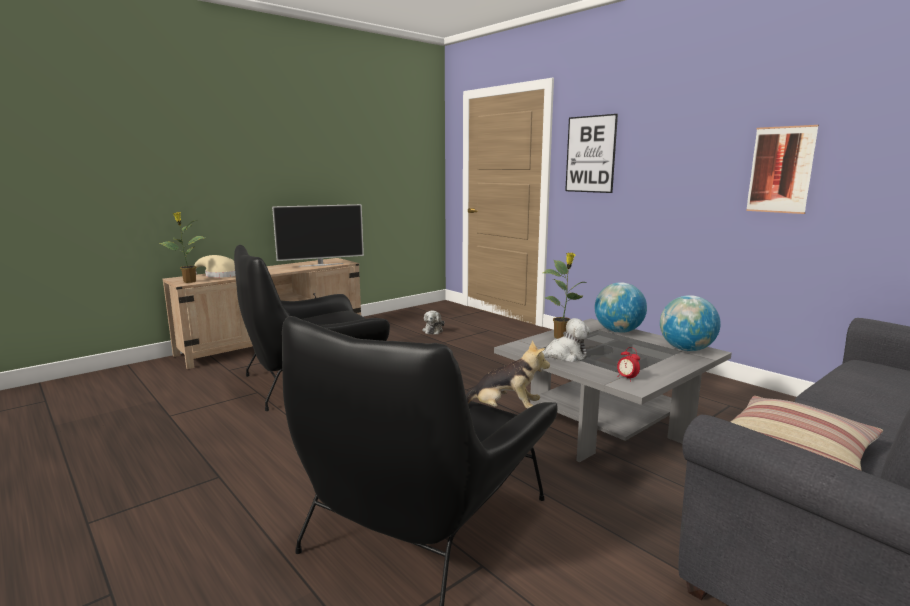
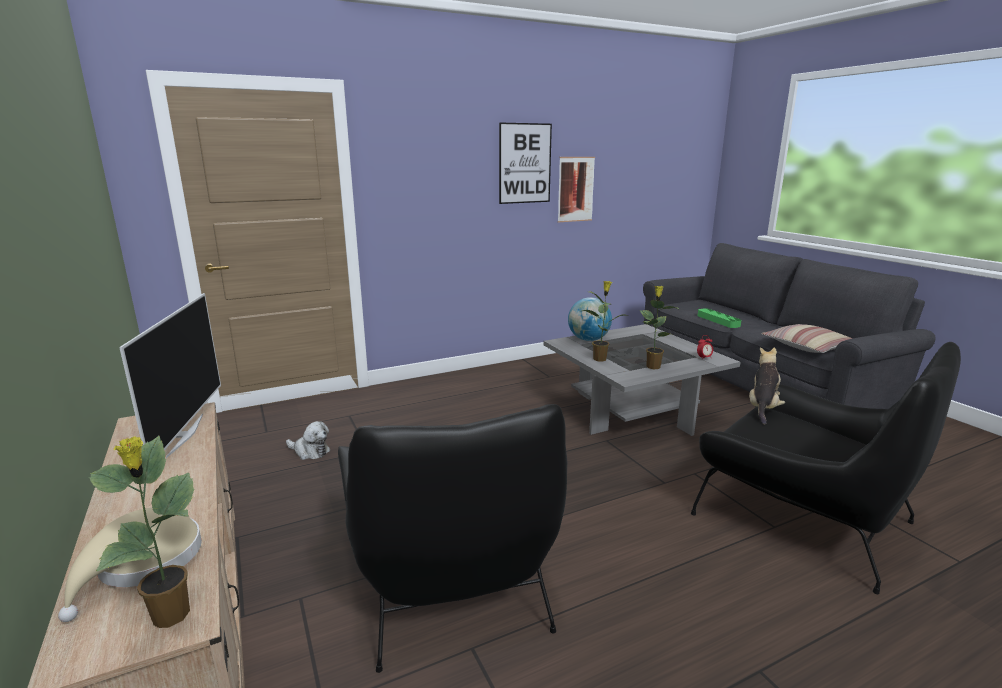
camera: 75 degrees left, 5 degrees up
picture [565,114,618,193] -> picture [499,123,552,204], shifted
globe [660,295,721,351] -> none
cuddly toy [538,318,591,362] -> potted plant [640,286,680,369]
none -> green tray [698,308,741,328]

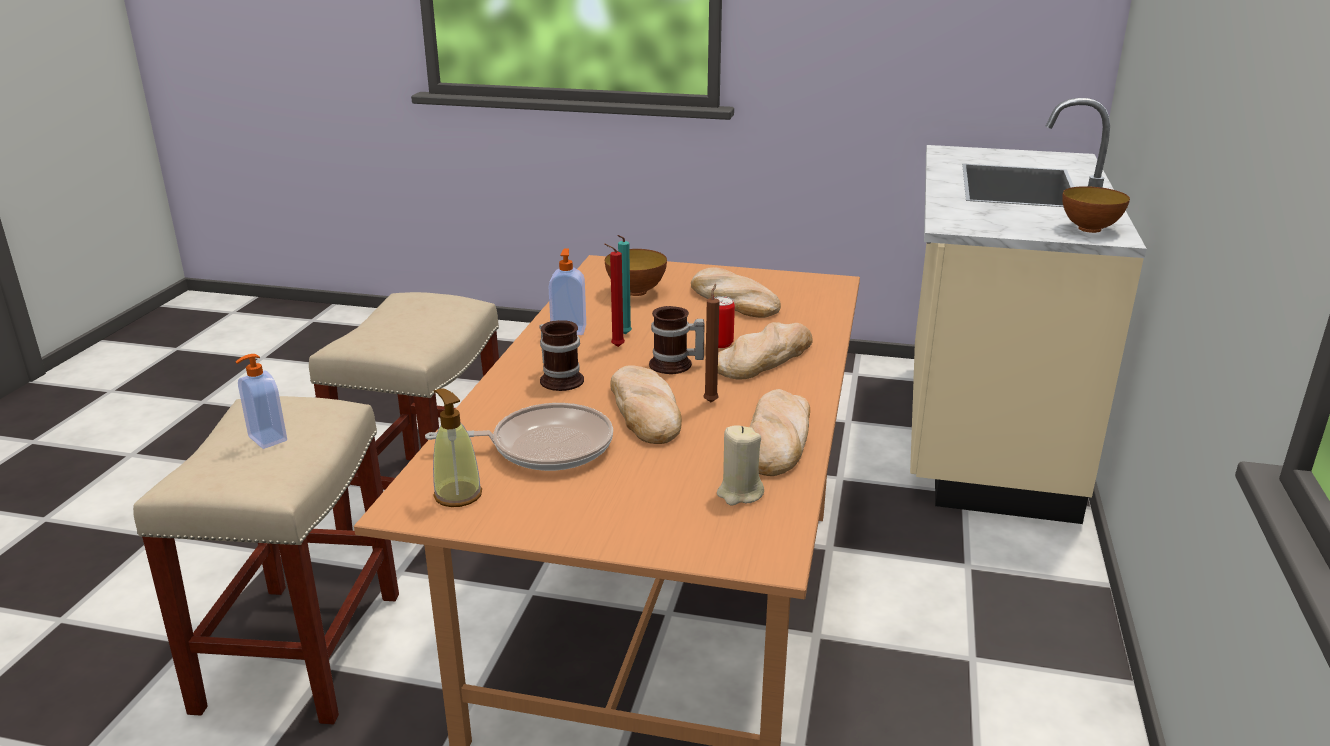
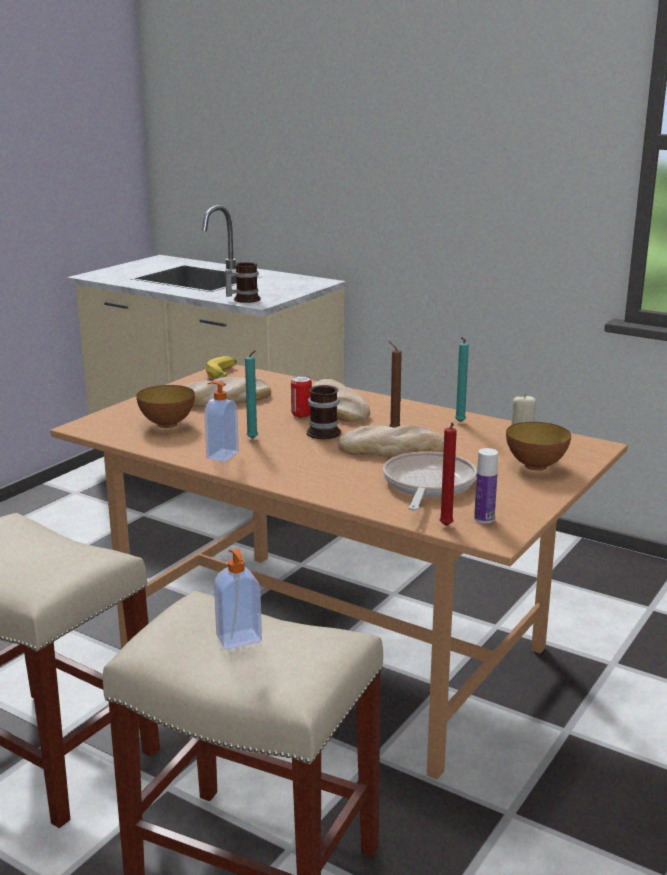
camera: 70 degrees left, 5 degrees down
deep dish [1062,186,1130,233] -> deep dish [506,422,571,471], shifted
red candle [604,243,625,347] -> red candle [439,422,457,526], shifted
tea mug [540,320,584,391] -> tea mug [225,262,261,303], shifted
soap dispenser [433,388,482,507] -> bottle [474,448,498,523]
baked bread [750,389,810,476] -> turquoise candle [455,337,469,422]
none -> whole banana [206,356,237,378]

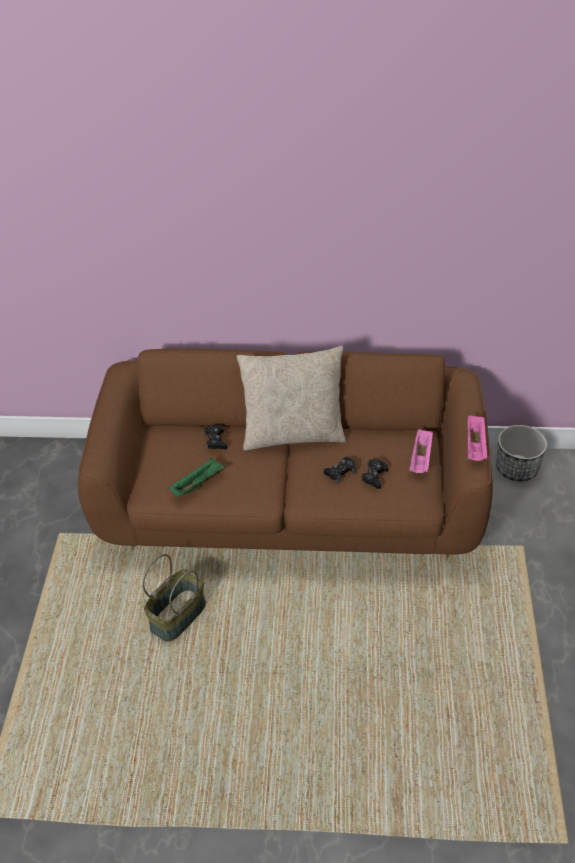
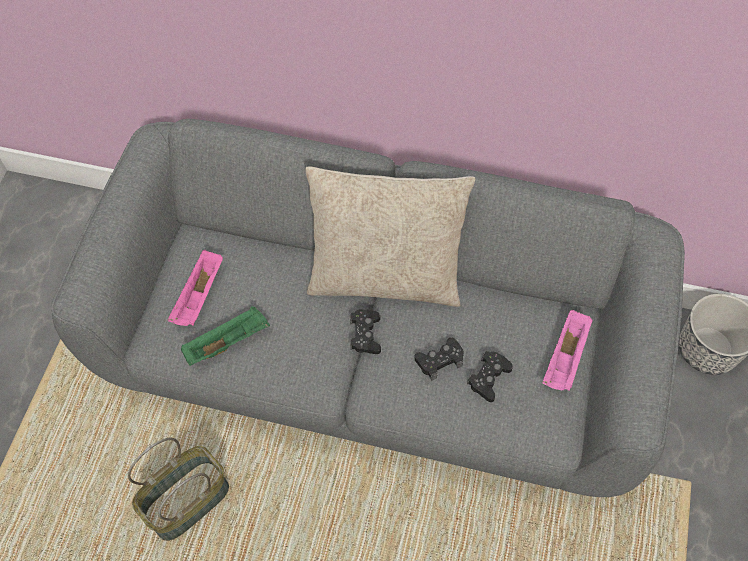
camera: 10 degrees right, 15 degrees up
brownish couch [78,349,493,560] -> greyish couch [51,119,685,497]
pinkish tray [468,415,487,461] -> pinkish tray [168,250,223,326], shifted
blackish joypad [204,425,227,450] -> blackish joypad [350,309,381,354], shifted

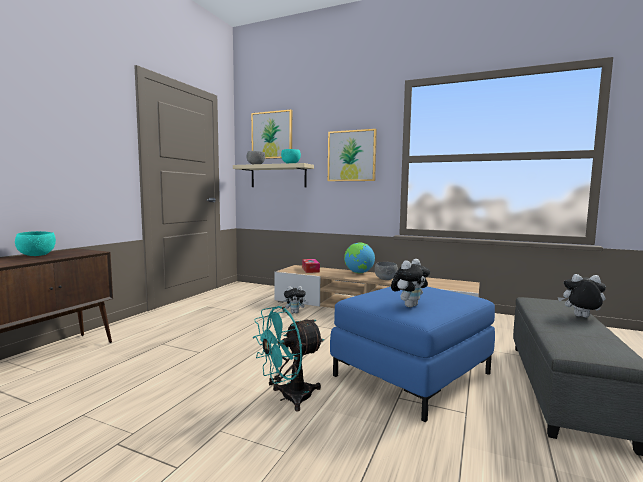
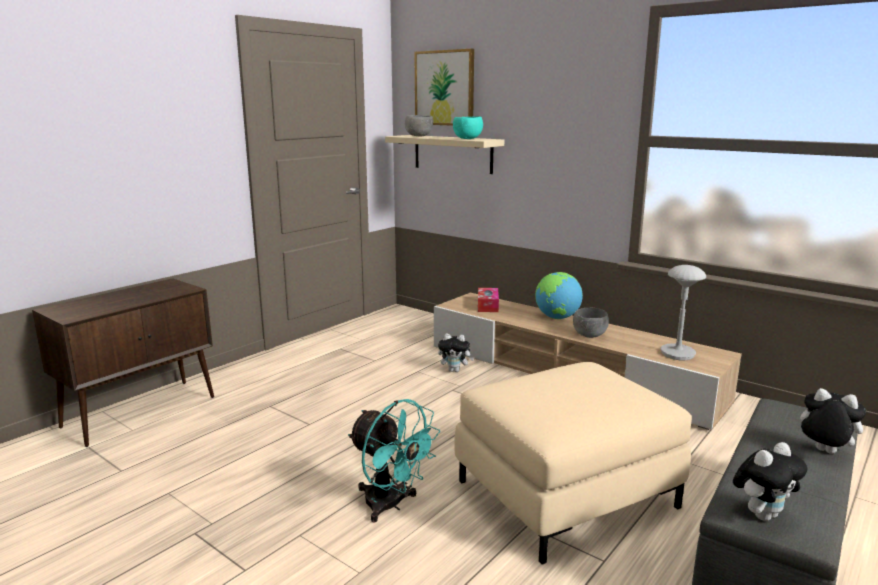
camera: 15 degrees right, 10 degrees up
picture [328,129,377,181] -> none
turquoise deep dish [15,231,56,256] -> none
cuddly toy [391,259,430,307] -> cuddly toy [733,442,807,521], shifted
blue-coloured footrest [330,287,495,422] -> beige footrest [454,362,692,565]
turquoise electric fan [253,306,324,412] -> turquoise electric fan [348,399,440,523], 120 degrees counterclockwise
none -> greyish tabletop lamp [661,265,706,360]

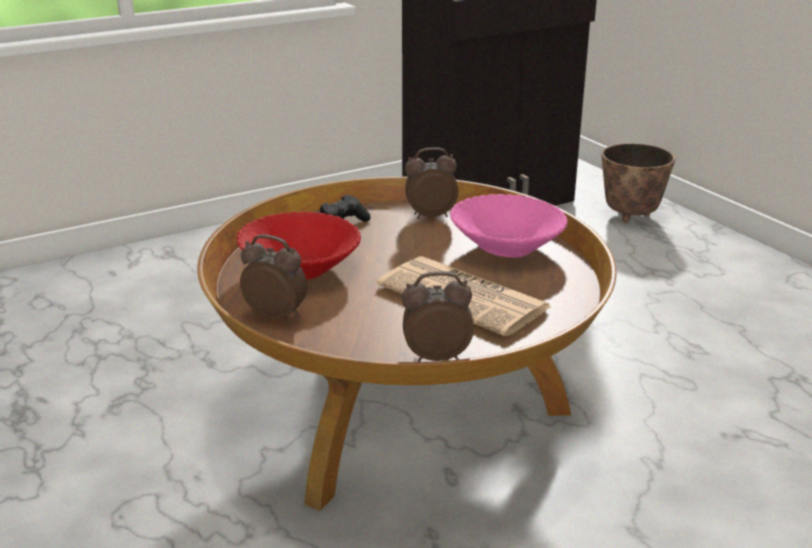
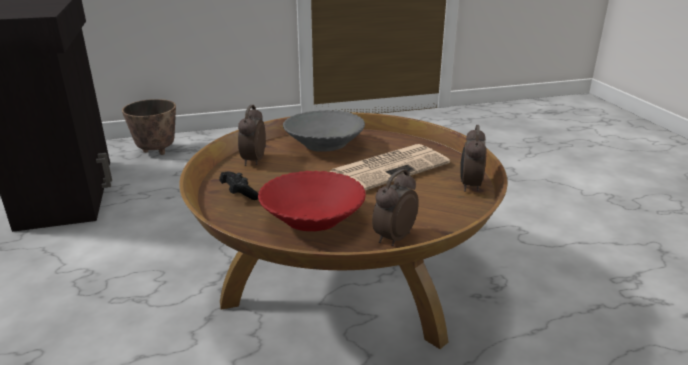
camera: 75 degrees left, 0 degrees up
pinkish deep dish [450,194,568,258] -> greyish deep dish [283,110,365,152]

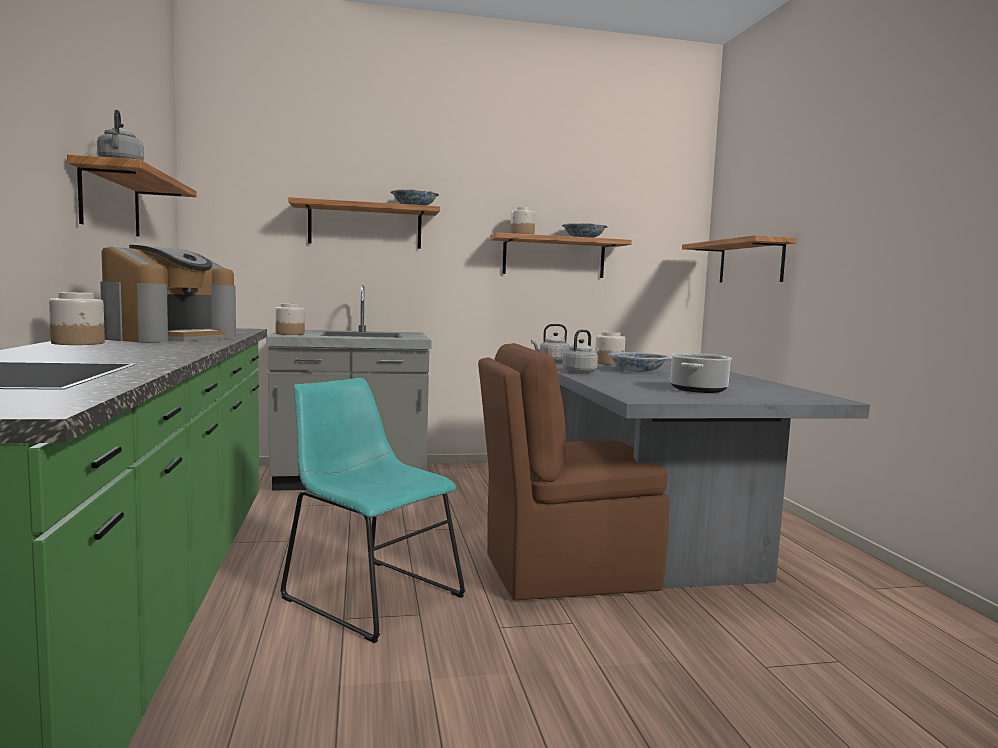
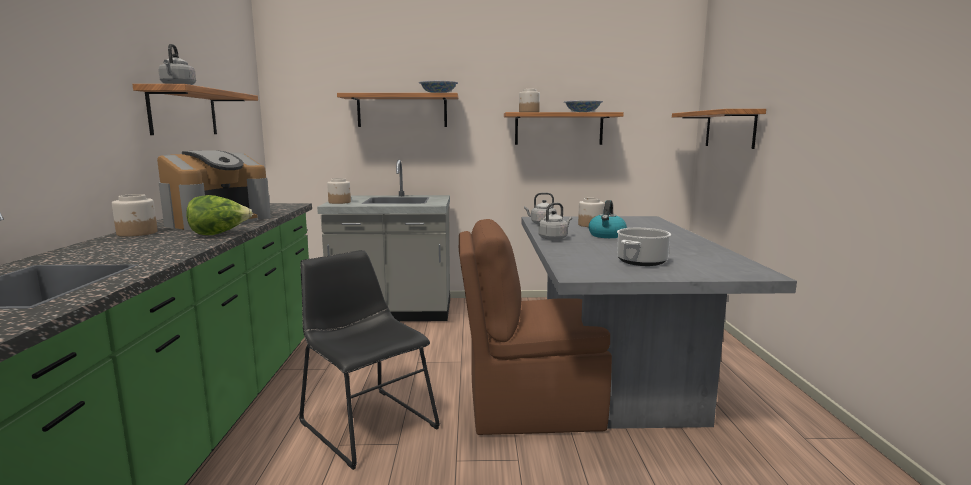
camera: 10 degrees right, 5 degrees up
deep dish [608,352,670,372] -> kettle [589,200,627,238]
turquoise plain chair [280,378,466,643] -> blackish plain chair [299,250,440,470]
none -> head of lettuce [186,195,253,235]

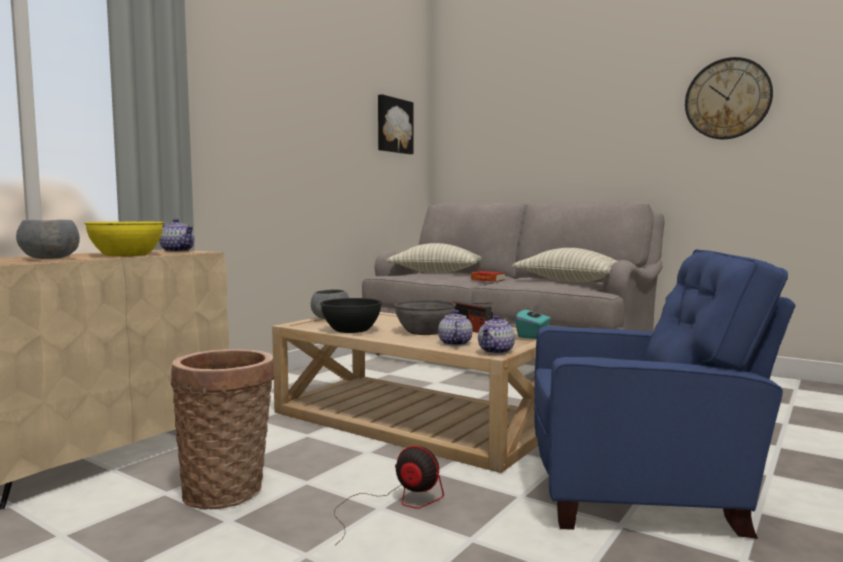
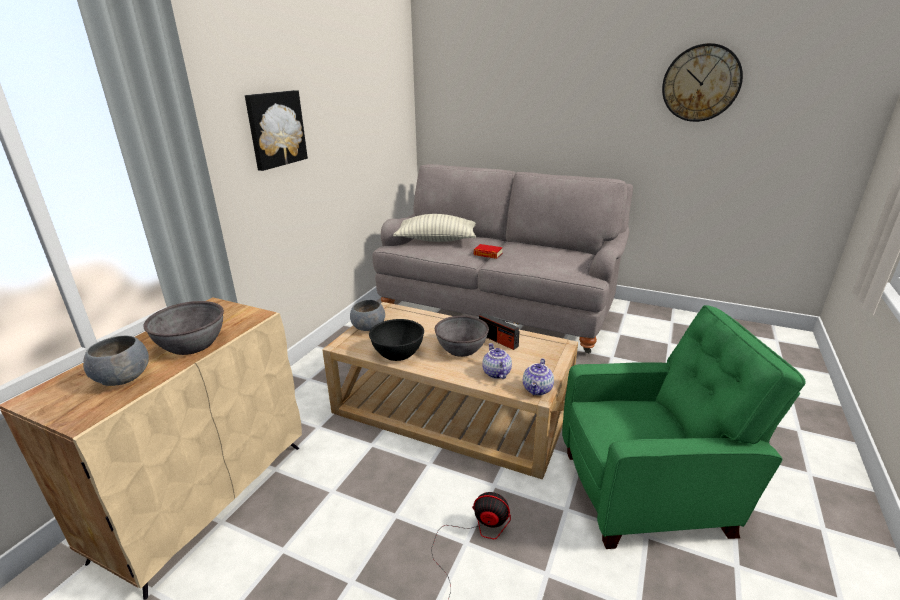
camera: 10 degrees left, 20 degrees up
picture [378,94,413,154] -> picture [245,90,308,171], shifted
pot for tea [159,219,194,252] -> none
yellow-coloured deep dish [84,222,164,256] -> greyish deep dish [143,301,224,355]
pillow [512,248,617,283] -> none
blue-coloured armchair [534,249,796,539] -> green armchair [562,305,805,549]
turquoise tissue holder [515,304,551,339] -> none
household basket [171,349,275,510] -> none

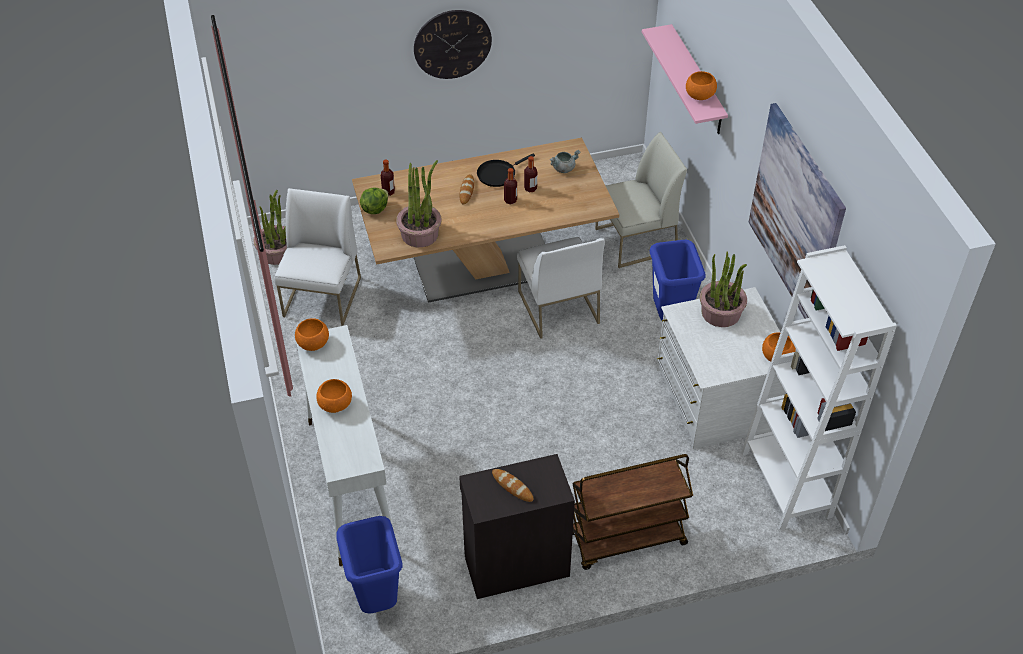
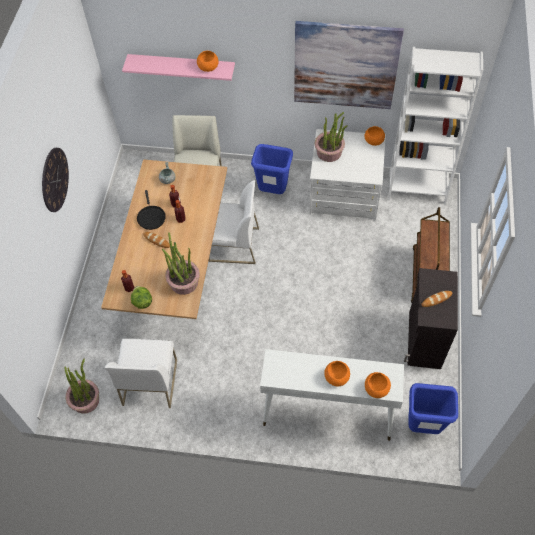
camera: 65 degrees left, 10 degrees up
whitish plain chair [274,188,361,326] -> whitish plain chair [105,339,177,408], 120 degrees counterclockwise
orange deep dish [295,318,329,351] -> orange deep dish [365,372,391,398], shifted

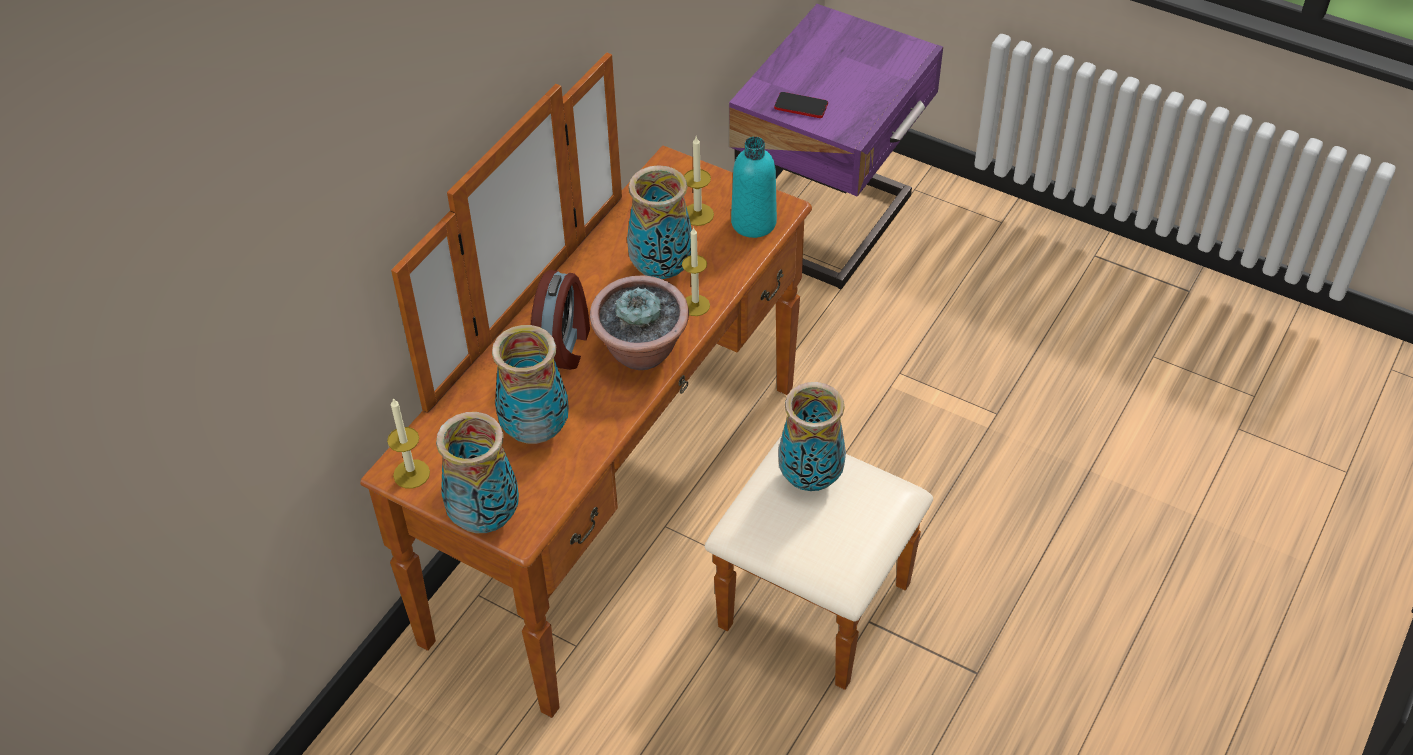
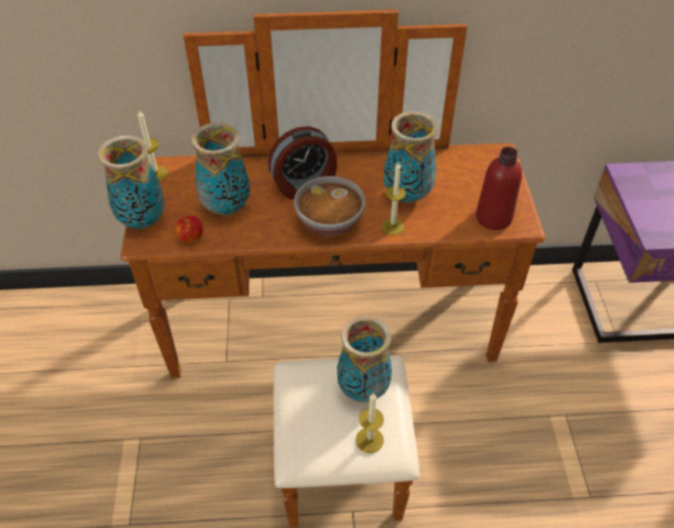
camera: 55 degrees right, 0 degrees up
handset [774,92,828,118] -> none
candle [684,137,714,226] -> candle [356,393,384,453], shifted
turquoise bottle [731,137,777,238] -> red bottle [476,147,522,230]
potted plant [590,276,689,370] -> deep dish [294,176,366,236]
none -> apple [175,216,203,243]

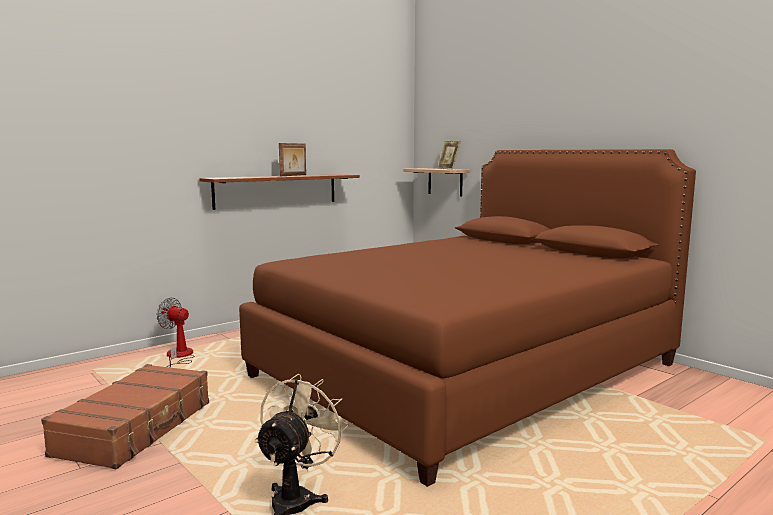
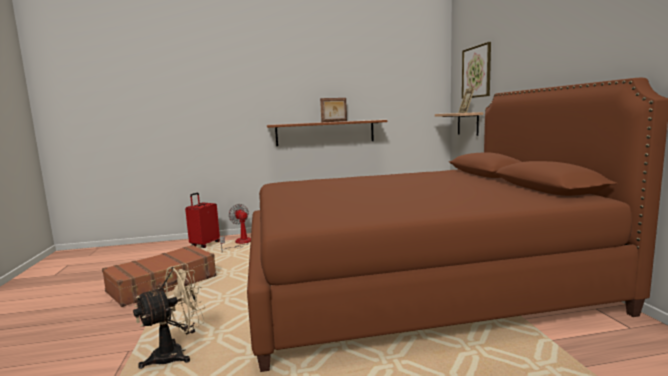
camera: 30 degrees right, 0 degrees up
none -> picture [462,42,491,99]
none -> red piece of luggage [185,193,220,248]

